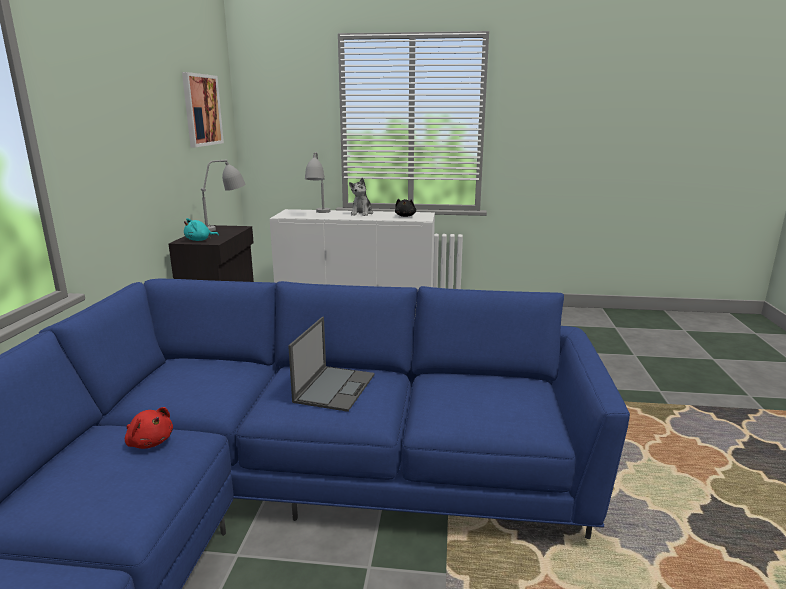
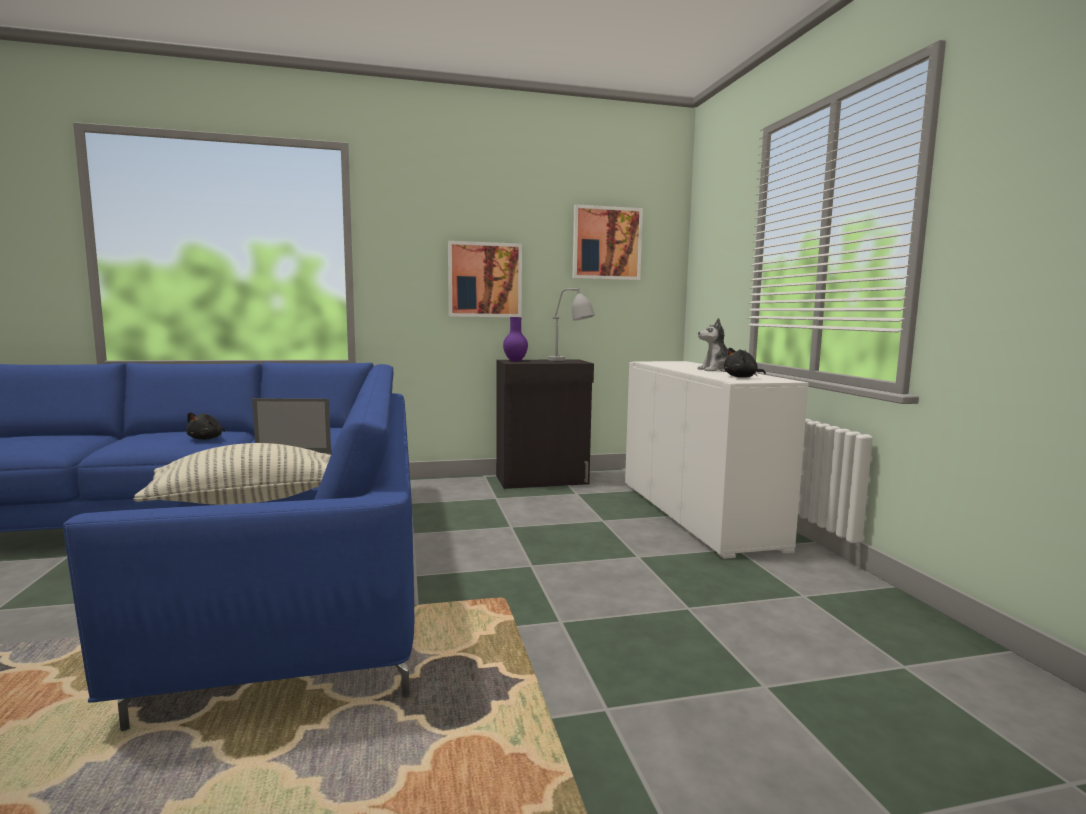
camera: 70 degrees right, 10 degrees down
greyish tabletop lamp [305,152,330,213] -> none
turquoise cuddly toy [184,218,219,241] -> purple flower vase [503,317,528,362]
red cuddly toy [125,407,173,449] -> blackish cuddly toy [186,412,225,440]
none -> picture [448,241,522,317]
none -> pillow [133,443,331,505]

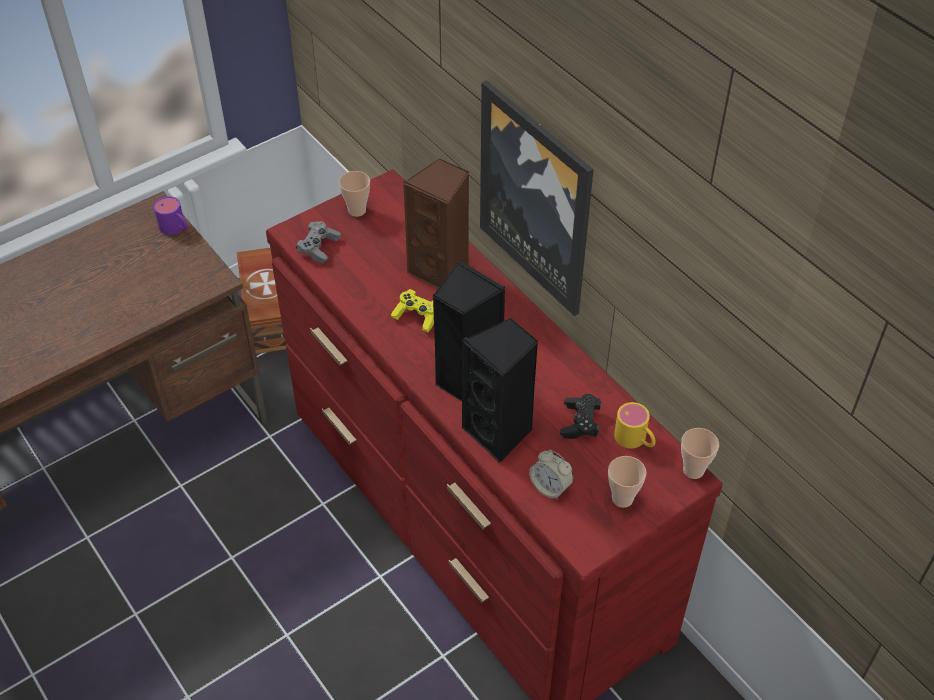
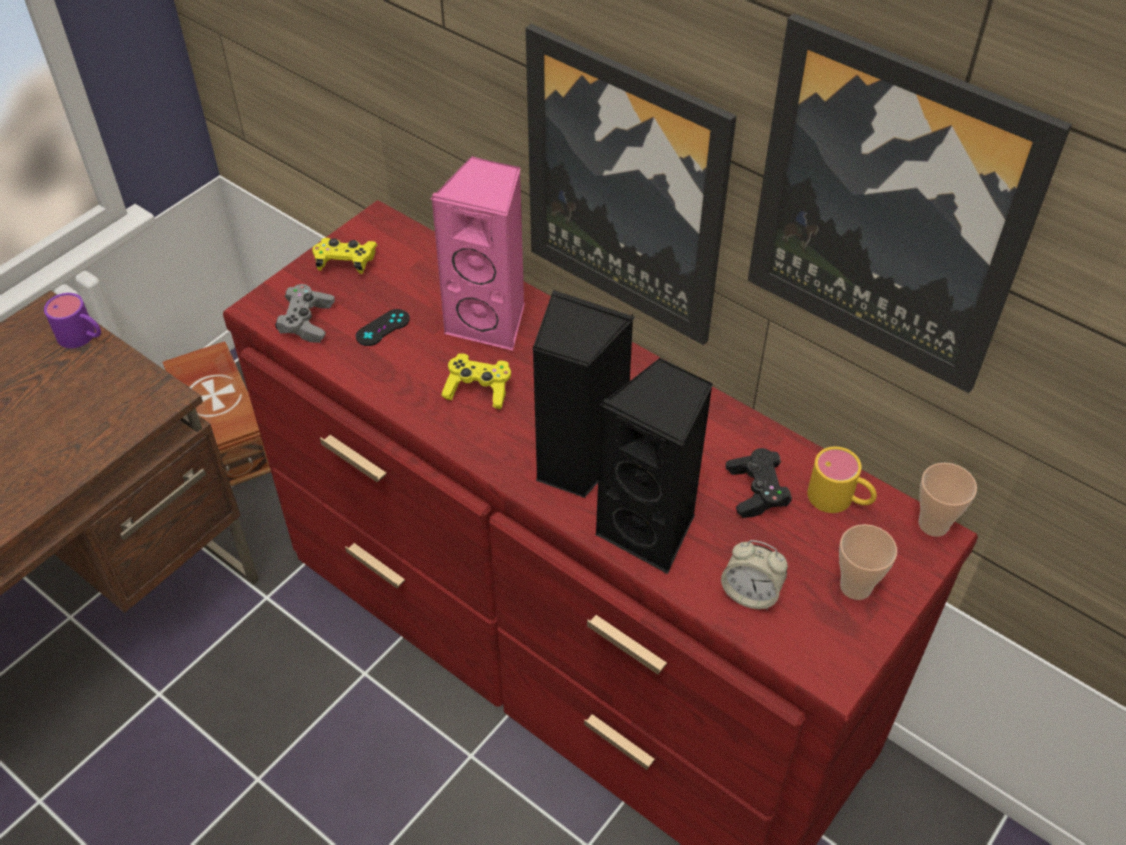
camera: 15 degrees left, 0 degrees up
brownish speaker [403,158,469,288] -> pinkish speaker [430,156,525,352]
drinking cup [339,171,370,217] -> yellow-coloured joypad [312,238,377,274]
none -> picture [748,13,1072,393]
none -> blackish joypad [356,309,410,346]

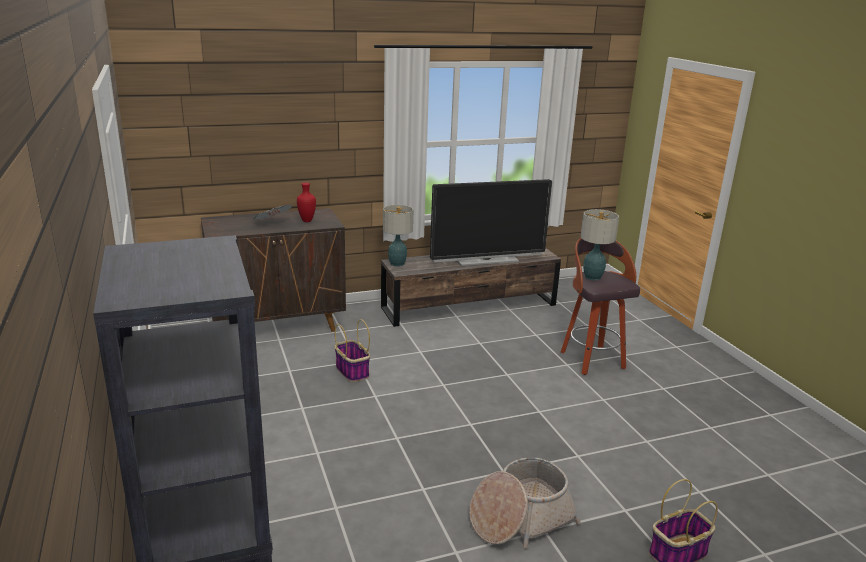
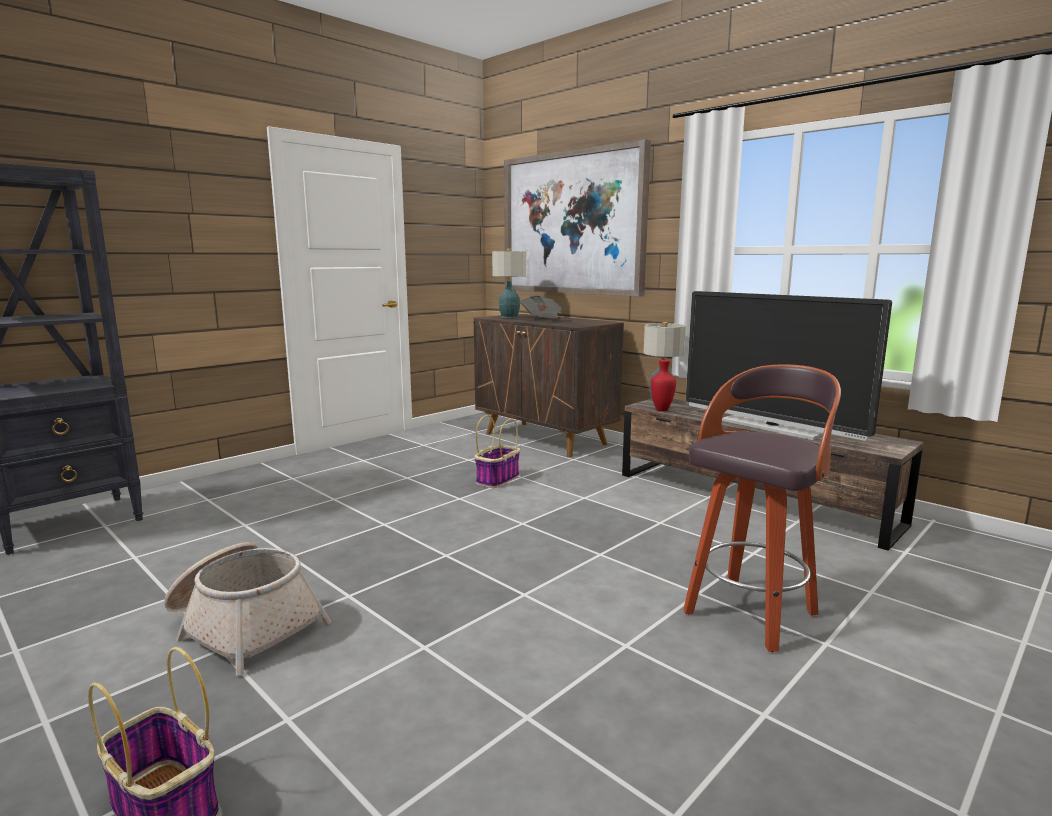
camera: 65 degrees right, 10 degrees down
red flower vase [297,183,316,222] -> red flower vase [651,360,676,411], shifted
tabletop lamp [581,209,619,281] -> tabletop lamp [492,249,526,318], shifted
none -> picture [504,139,651,297]

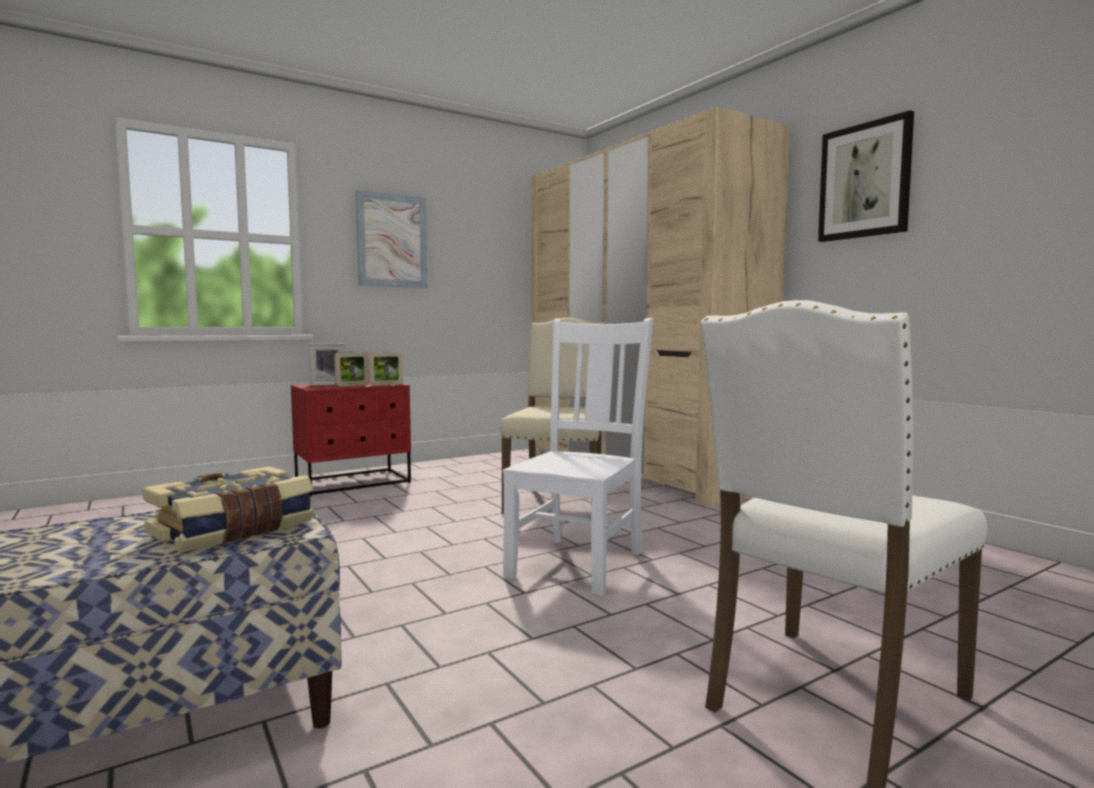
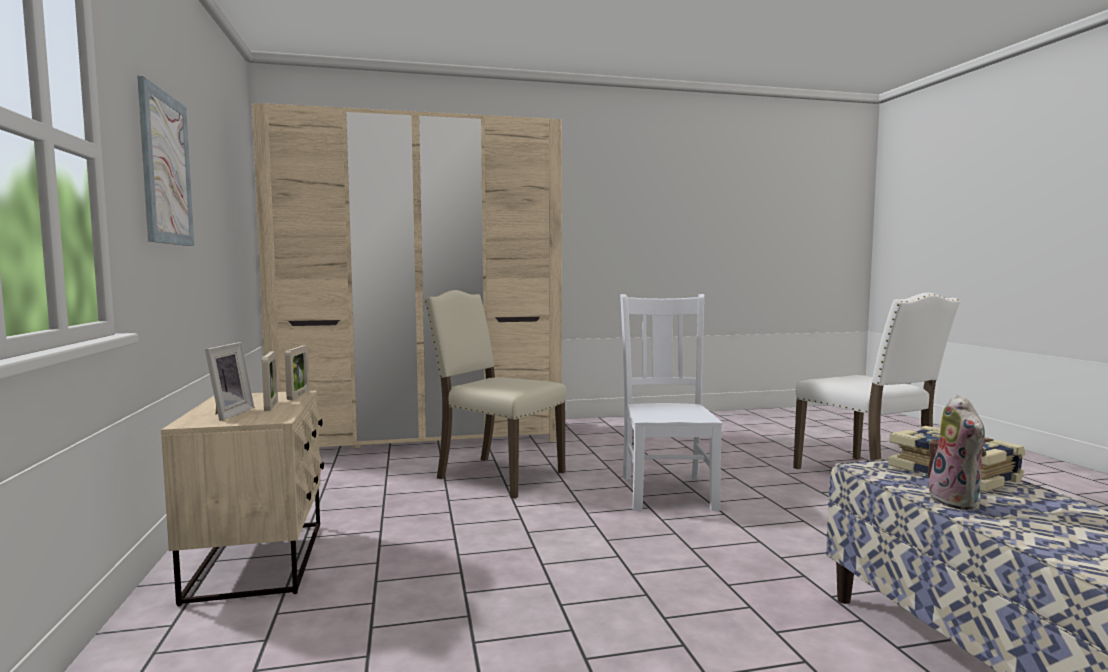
camera: 70 degrees left, 0 degrees up
picture [818,110,914,242] -> none
whitish plain chair [503,318,654,596] -> whitish plain chair [620,294,723,511], 45 degrees clockwise
red bedside table [291,383,411,496] -> beige bedside table [161,390,324,606]
none -> cuddly toy [927,395,987,510]

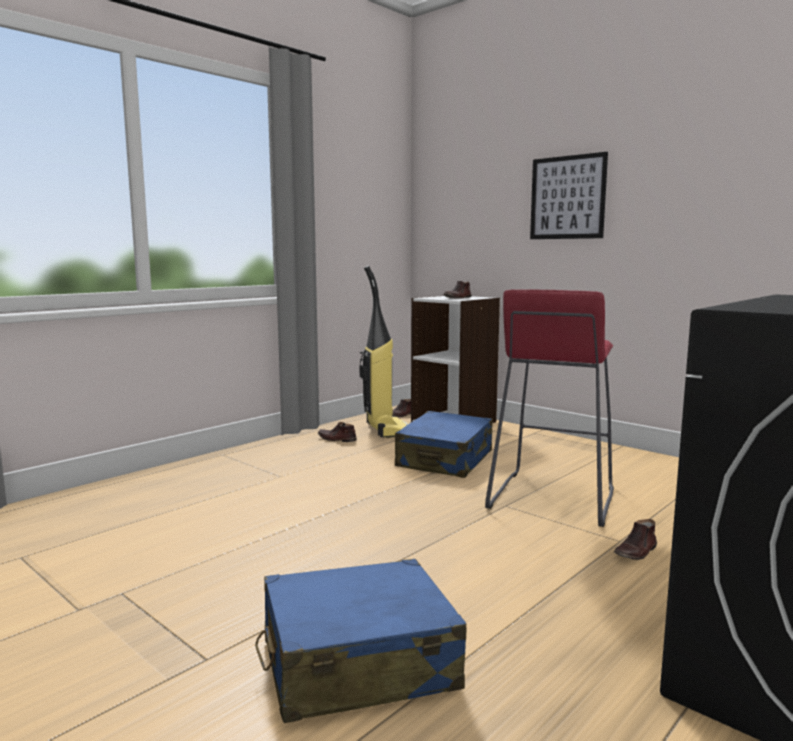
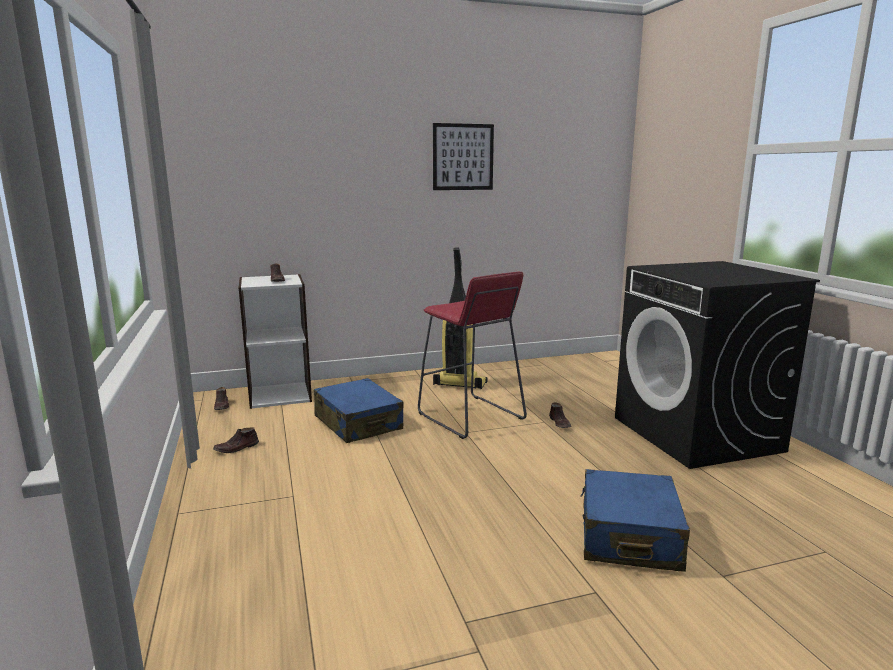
camera: 60 degrees left, 5 degrees up
picture [530,152,608,239] -> picture [433,123,494,190], shifted
hoover [360,266,409,438] -> hoover [433,247,488,389], shifted

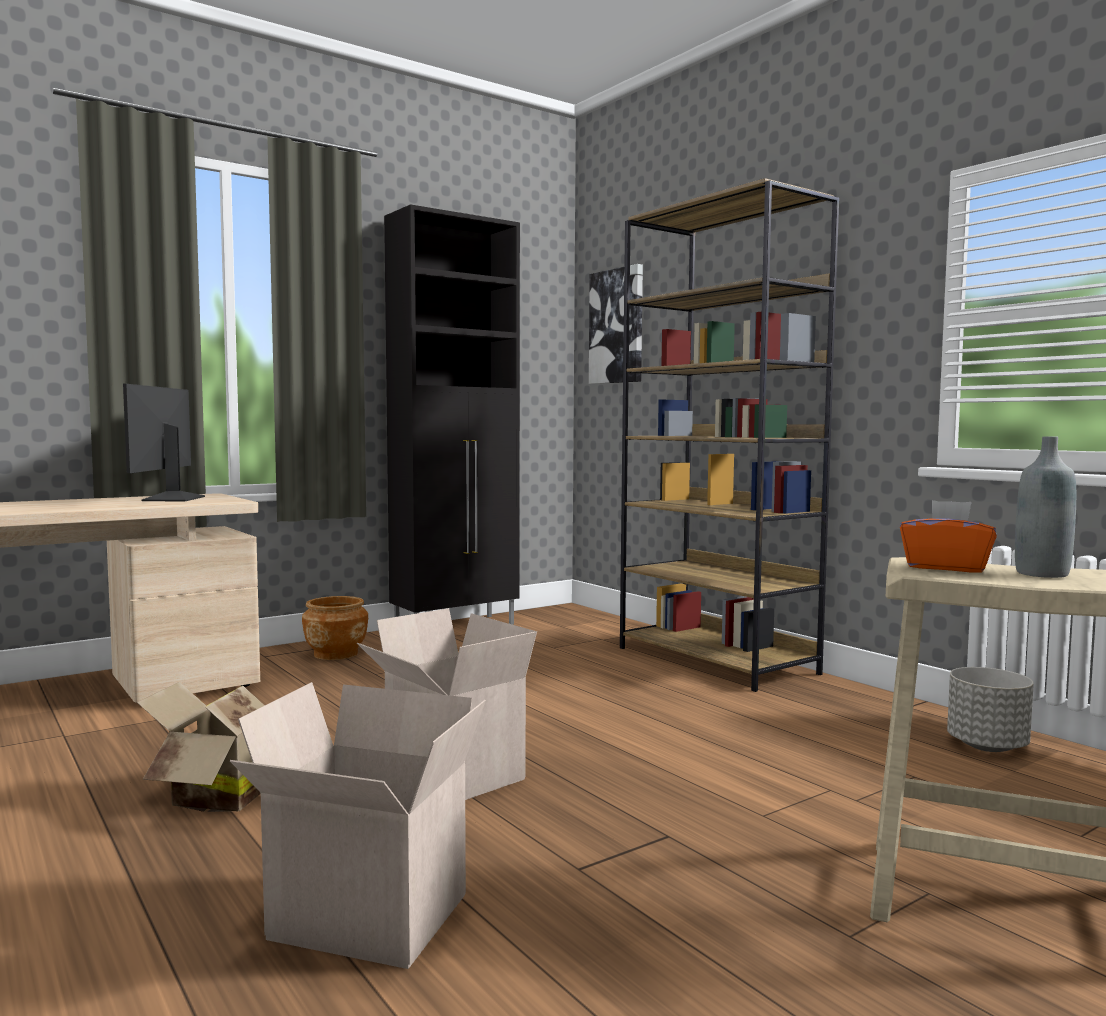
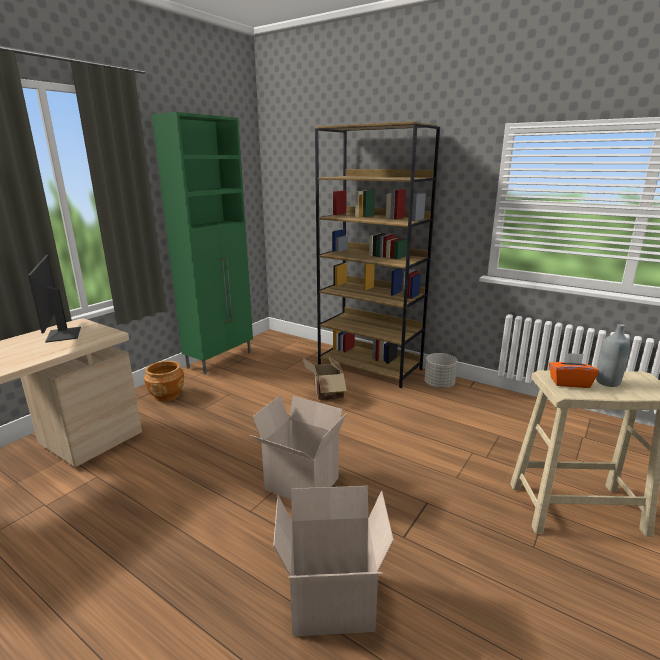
camera: 20 degrees left, 15 degrees up
blackish cupboard [384,204,520,625] -> green cupboard [151,112,253,374]
picture [589,264,643,384] -> none
greyish plant pot [947,667,1034,752] -> greyish plant pot [425,353,457,388], shifted
packing box [137,682,265,812] -> packing box [302,356,347,400], shifted

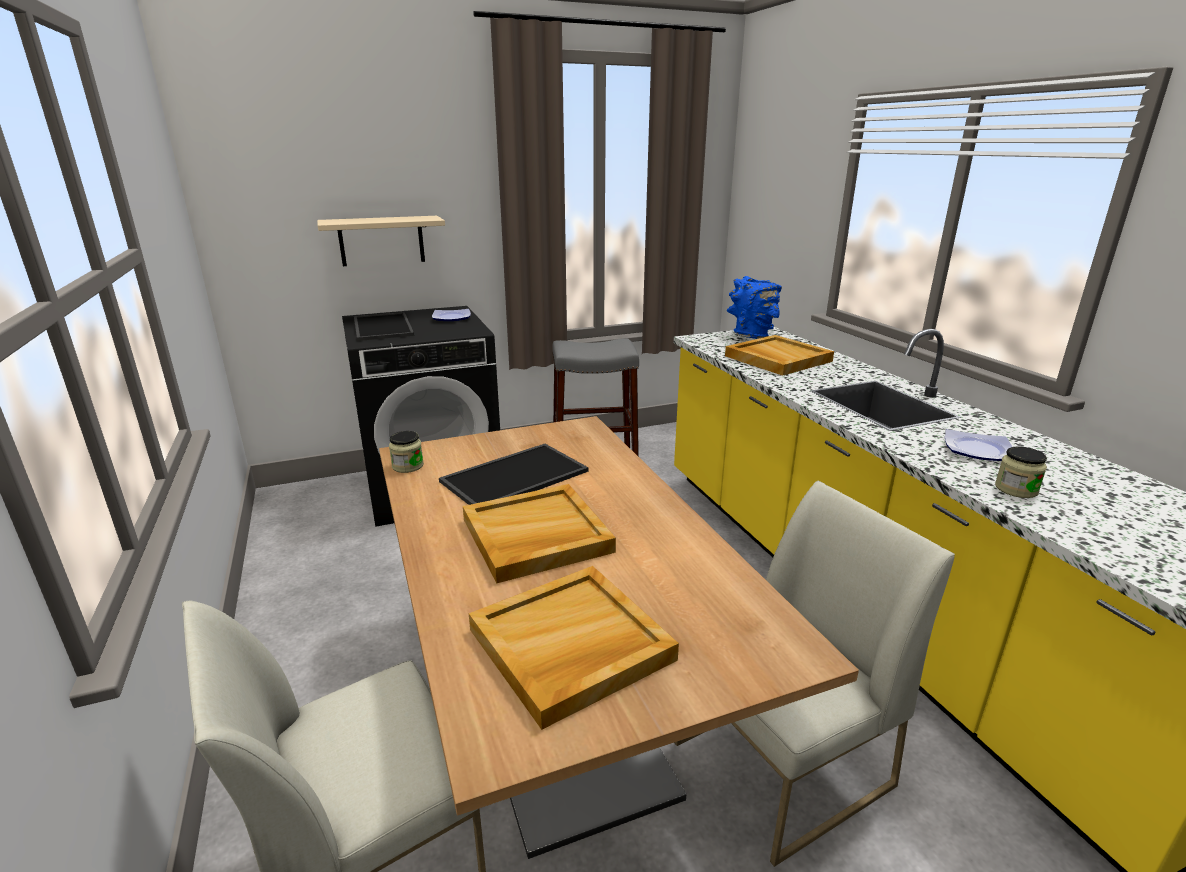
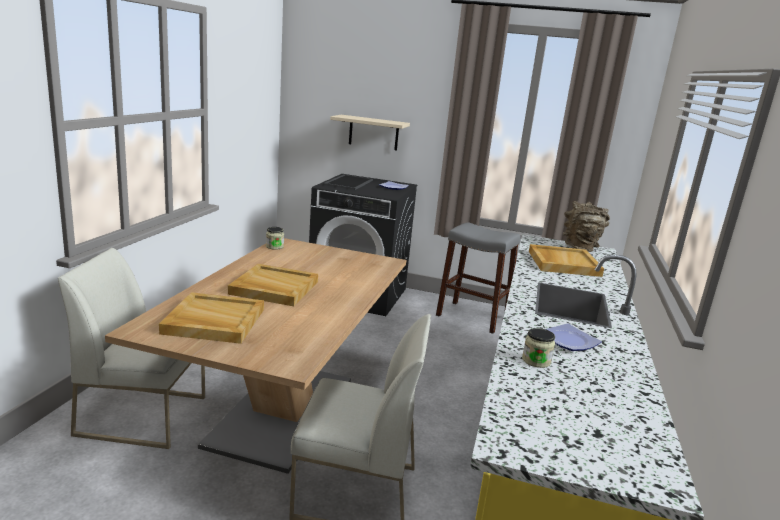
camera: 35 degrees right, 5 degrees down
blue-coloured flower vase [727,276,782,339] -> brownish flower vase [563,201,610,252]
tray [439,444,588,505] -> none

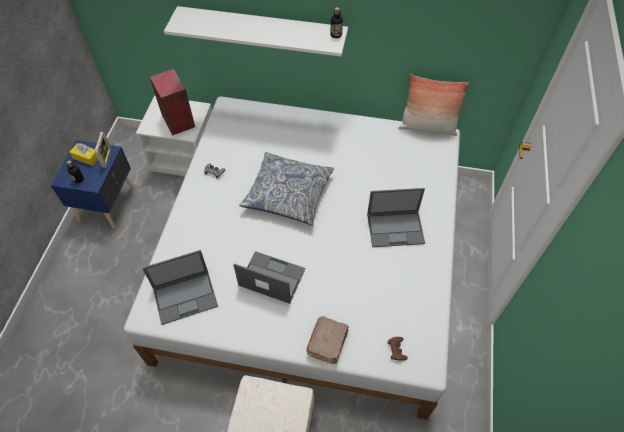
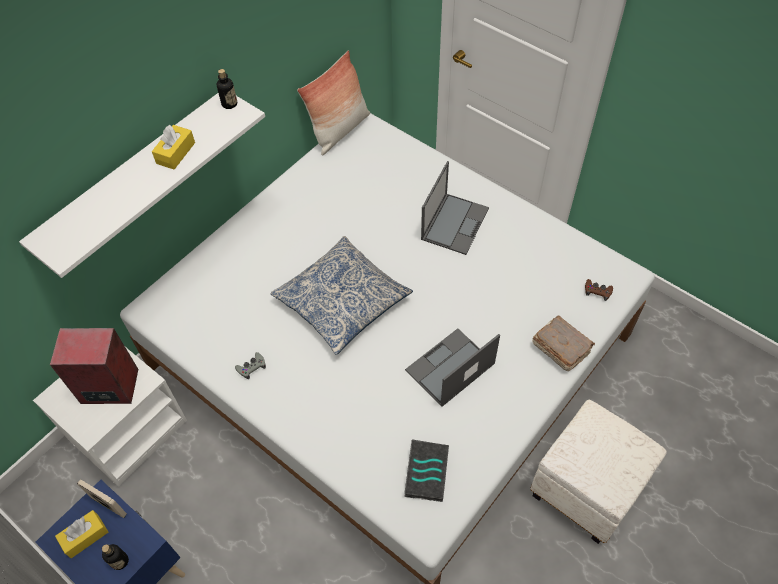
camera: 60 degrees left, 0 degrees up
notebook computer [142,250,218,325] -> book [404,440,449,502]
none -> yellow-coloured tissue holder [152,125,195,170]

